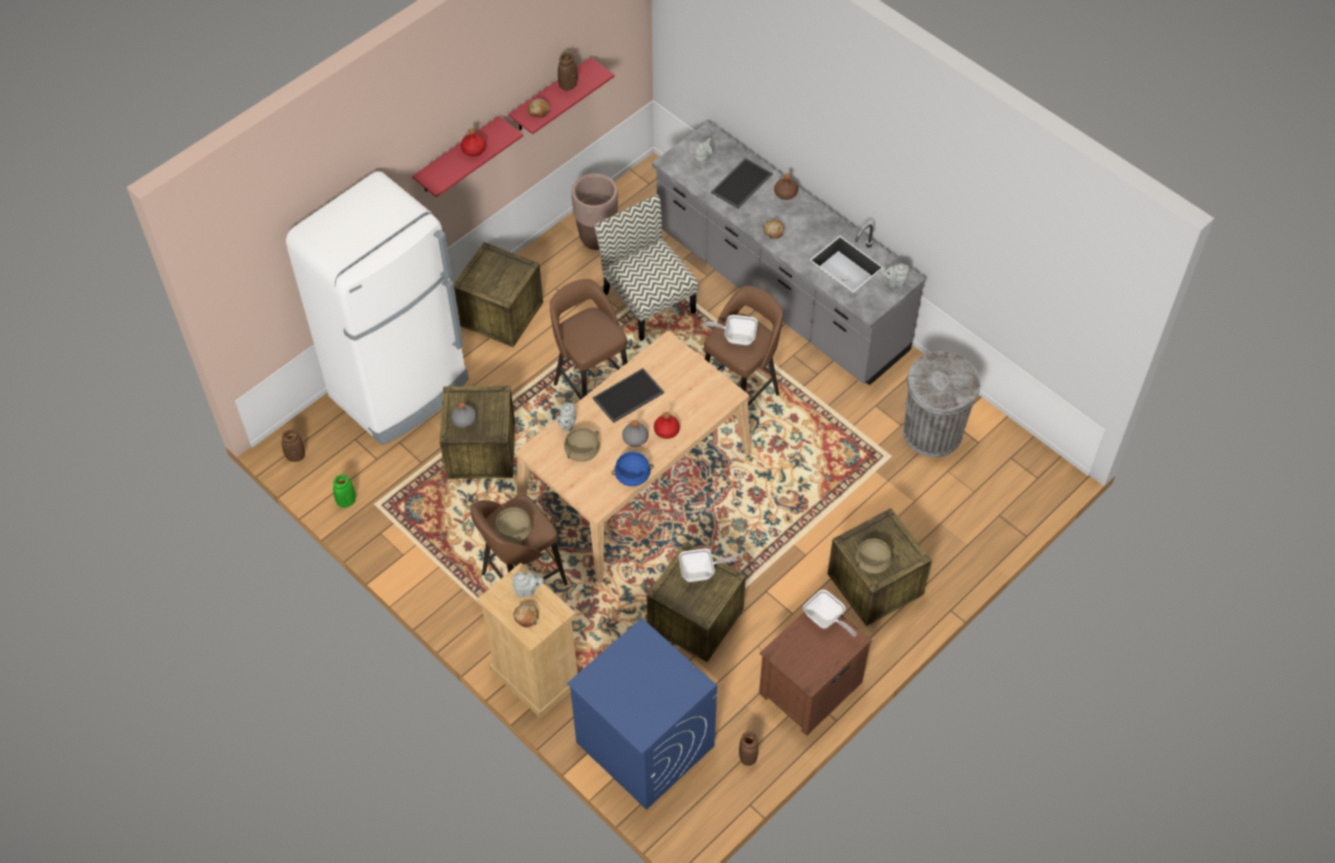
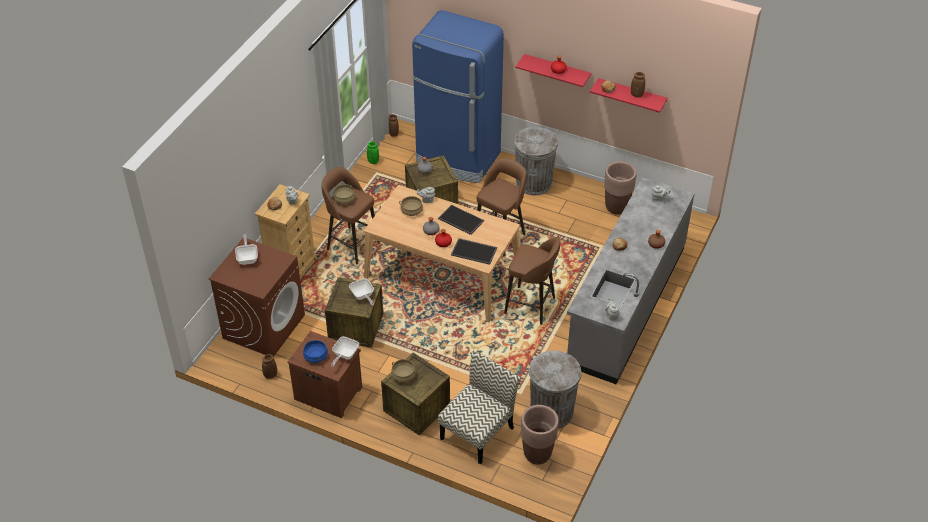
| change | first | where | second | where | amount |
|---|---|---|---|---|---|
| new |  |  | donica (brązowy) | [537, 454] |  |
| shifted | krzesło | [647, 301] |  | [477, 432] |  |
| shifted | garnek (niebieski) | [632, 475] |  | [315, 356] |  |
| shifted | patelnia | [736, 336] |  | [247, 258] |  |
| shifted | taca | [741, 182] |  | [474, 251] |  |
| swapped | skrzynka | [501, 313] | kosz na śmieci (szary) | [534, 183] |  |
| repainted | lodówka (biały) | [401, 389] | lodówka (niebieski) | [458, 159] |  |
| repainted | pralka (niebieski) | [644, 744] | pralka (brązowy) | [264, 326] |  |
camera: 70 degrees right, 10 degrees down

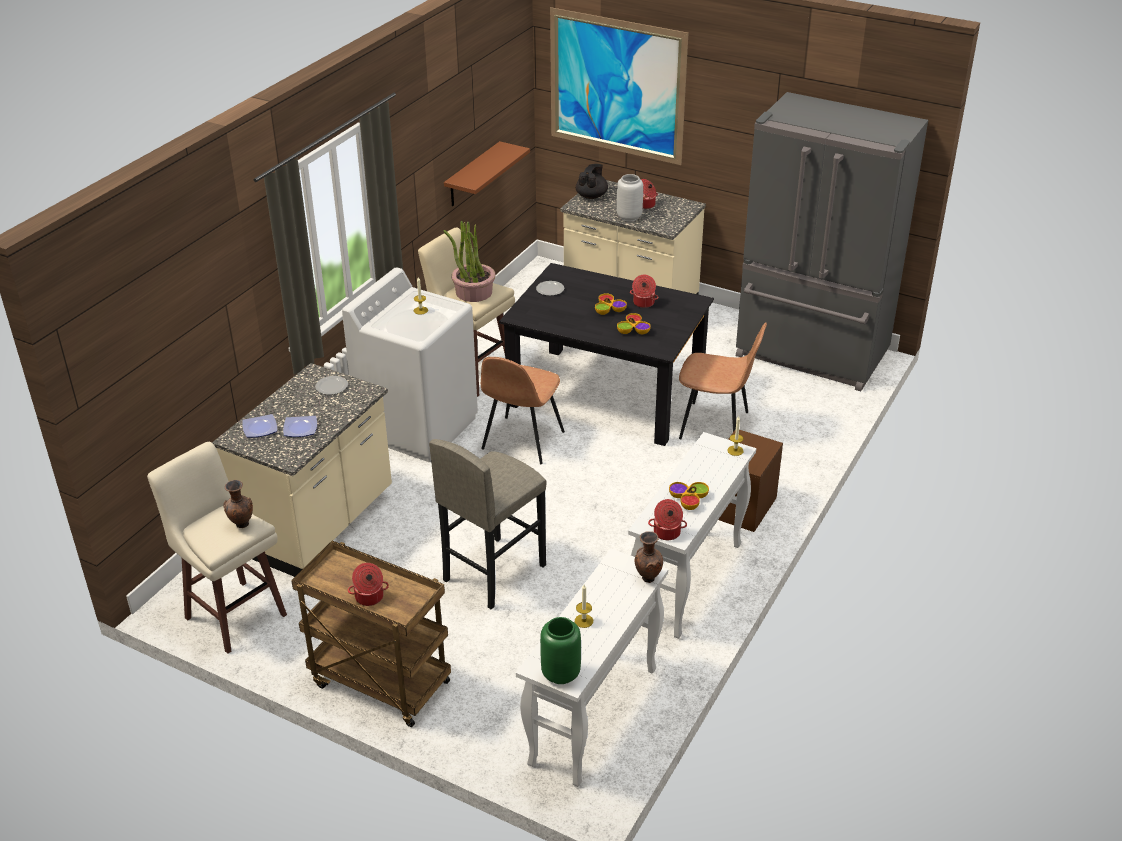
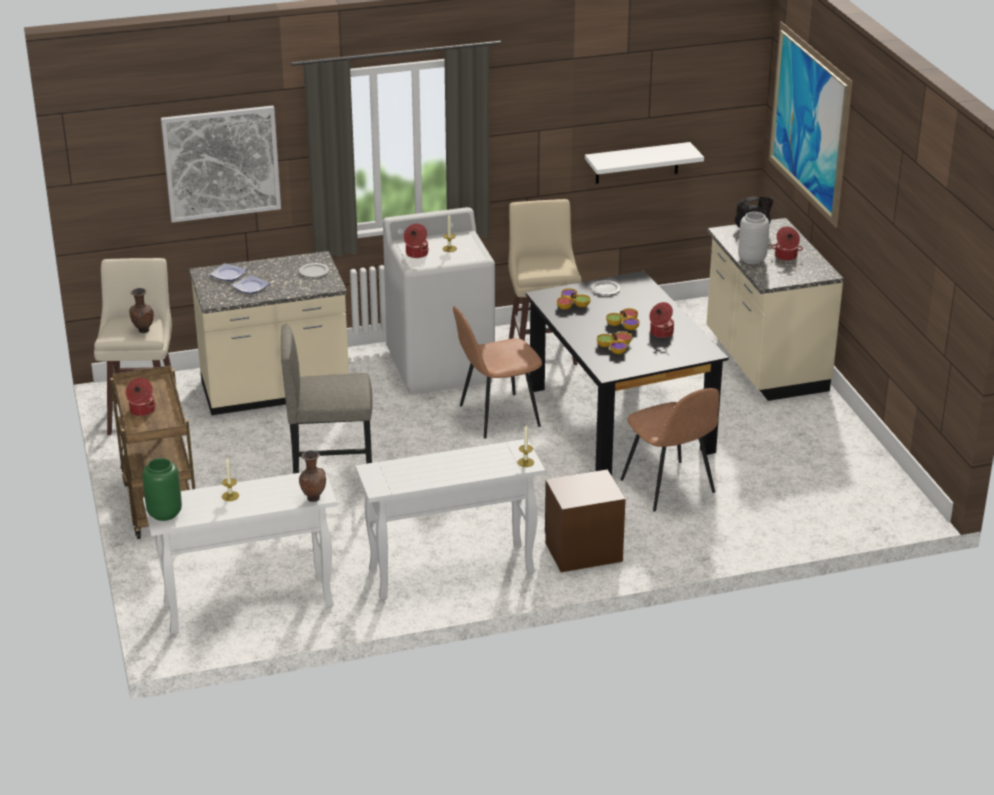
| change | first | where | second | where | amount |
|---|---|---|---|---|---|
| gone | roślina doniczkowa | [473, 292] |  |  |  |
| gone | lodówka (szary) | [811, 355] |  |  |  |
| new |  |  | obraz | [221, 163] |  |
| shifted | garnek | [667, 533] |  | [416, 254] |  |
| shifted | miska | [688, 499] |  | [571, 304] |  |
| repainted | półka (brązowy) | [473, 175] | półka (biały) | [637, 163] |  |
camera: 45 degrees right, 5 degrees down

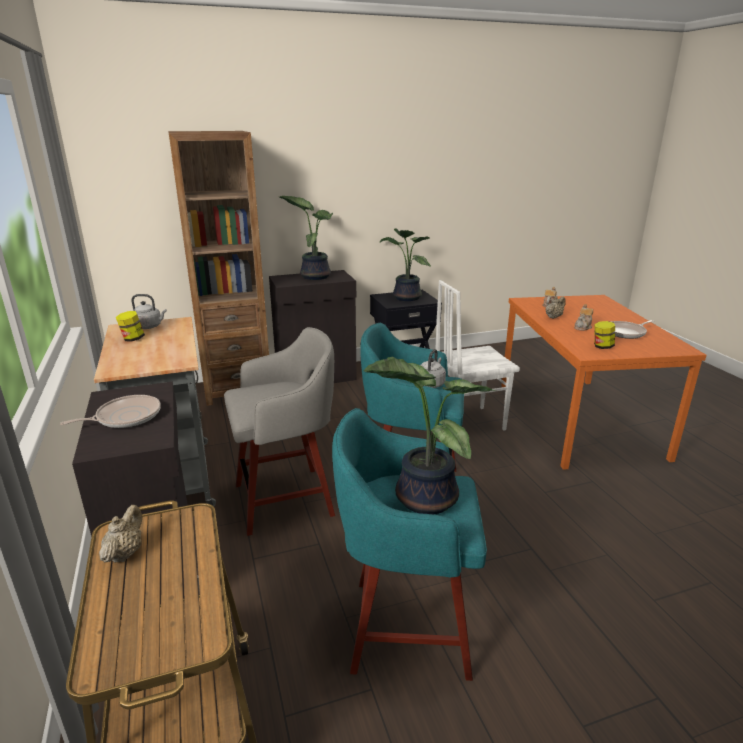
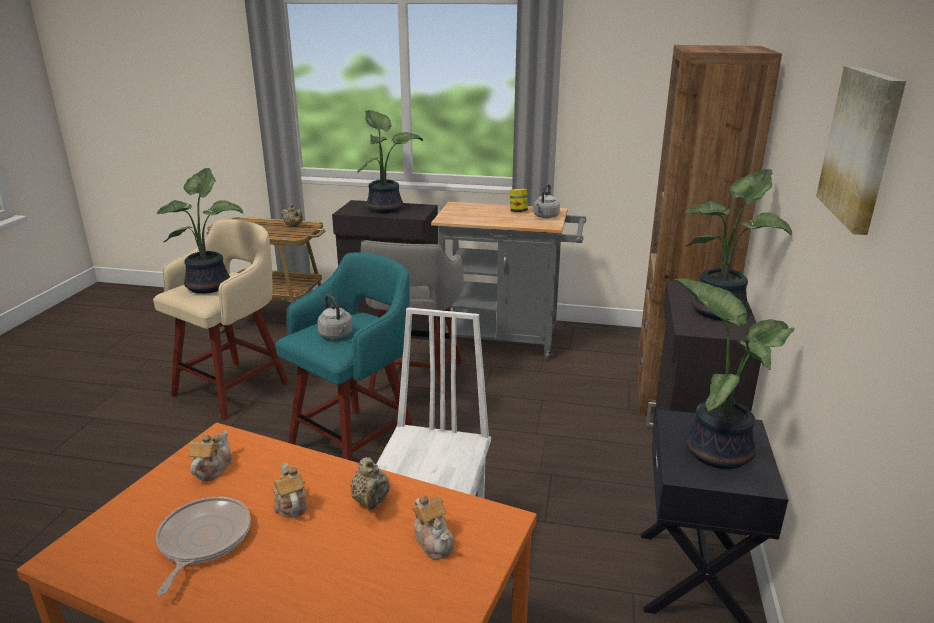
| change | first | where | second | where | amount |
|---|---|---|---|---|---|
| new |  |  | obraz | [862, 146] |  |
| swapped | patelnia | [125, 417] | roślina doniczkowa | [386, 208] |  |
| swapped | słoik | [602, 346] | imbryk | [212, 468] |  |
| repainted | stołek (turkusowy) | [405, 626] | stołek (beżowy) | [234, 388] |  |
camera: 120 degrees right, 0 degrees up

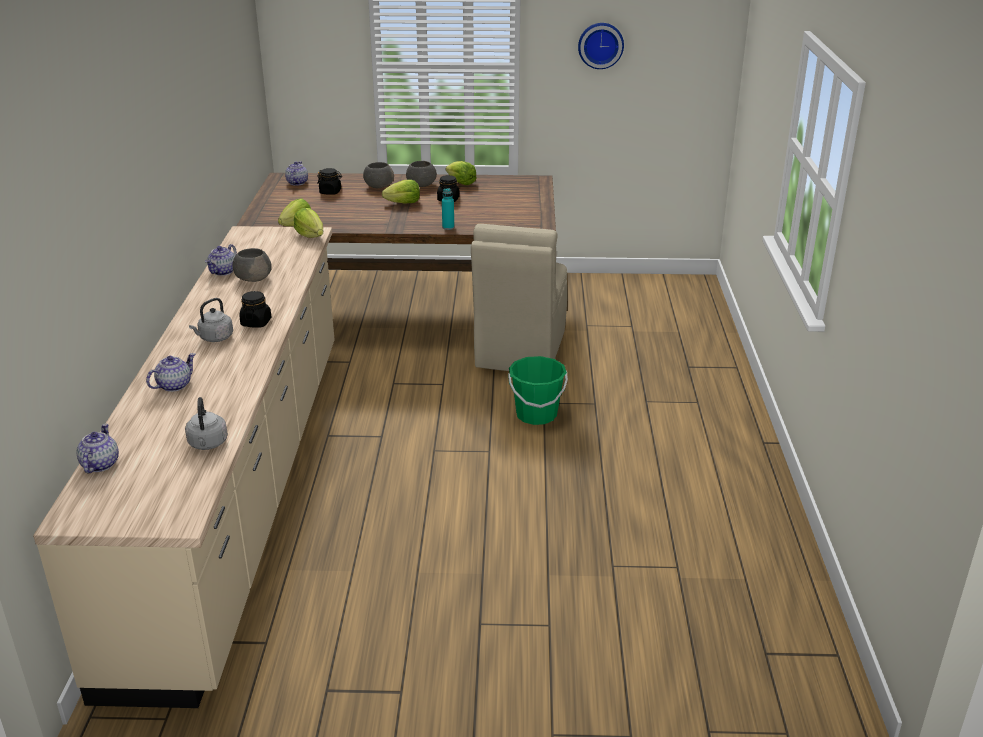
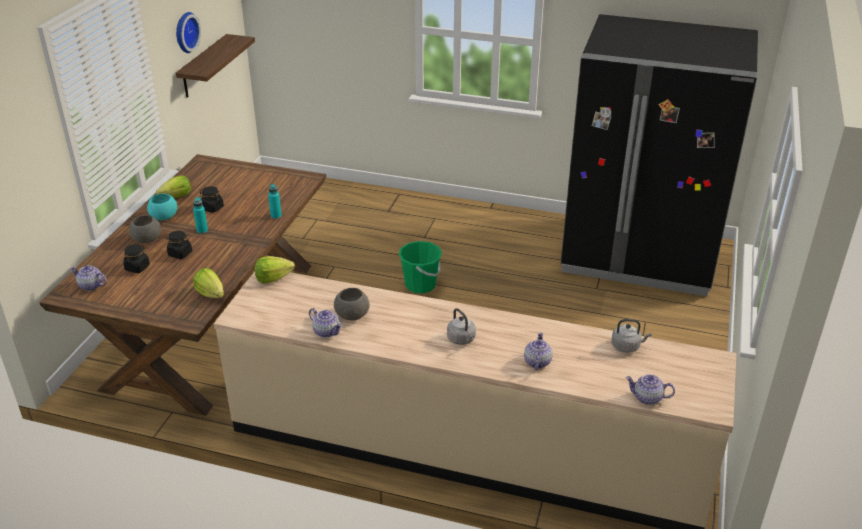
| change | first | where | second | where | amount |
|---|---|---|---|---|---|
| gone | krzesło (beżowy) | [519, 350] |  |  |  |
| new |  |  | półka | [204, 66] |  |
| new |  |  | lodówka (czarny) | [639, 257] |  |
| shifted | słoik (czarny) | [256, 322] |  | [180, 254] |  |
| swapped | sałata | [403, 203] | butelka (turkusowy) | [202, 231] |  |
| repainted | miska (szary) | [421, 185] | miska (turkusowy) | [163, 217] |  |
| rotated | imbryk | [174, 385] |  | [537, 362] | 45 degrees clockwise |
camera: 75 degrees left, 5 degrees up

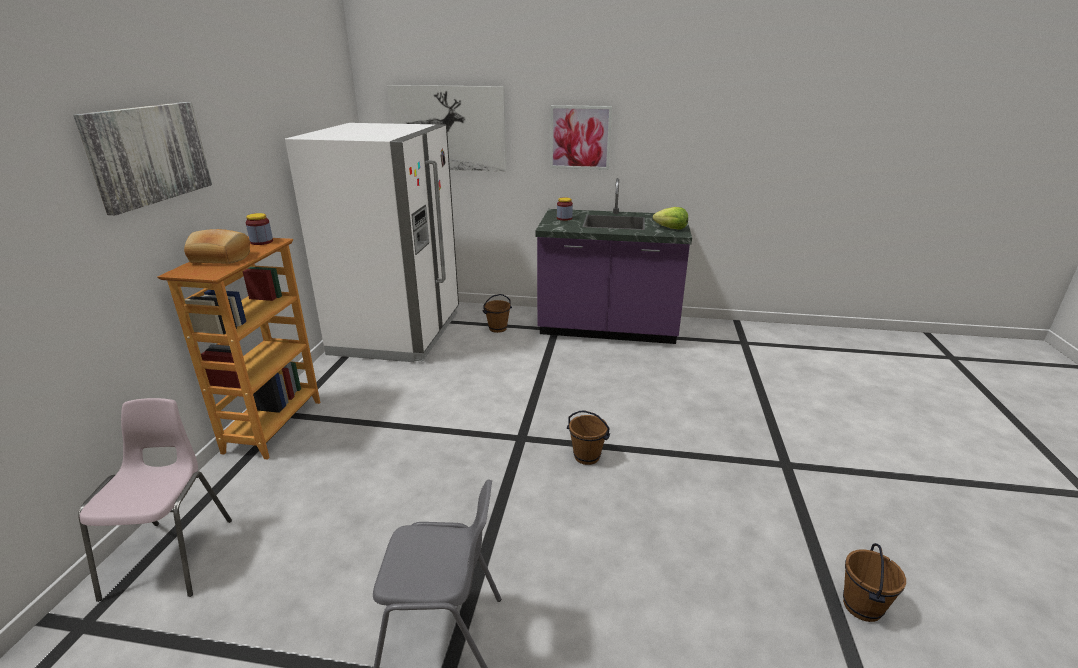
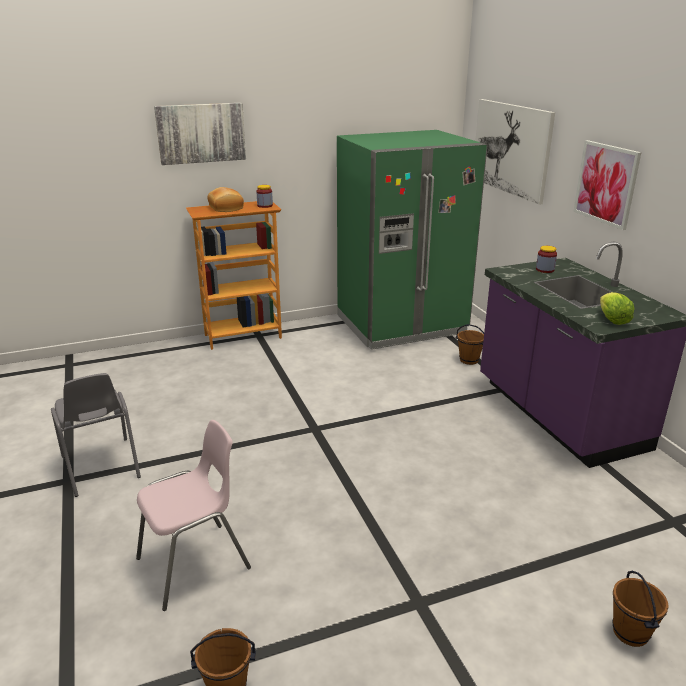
| change | first | where | second | where | amount |
|---|---|---|---|---|---|
| shifted | krzesło (różowy) | [173, 556] |  | [195, 564] |  |
| shifted | wiadro (brązowy) | [587, 456] |  | [631, 633] |  |
| repainted | lodówka (biały) | [397, 333] | lodówka (zielony) | [401, 325] |  |
camera: 60 degrees right, 0 degrees up

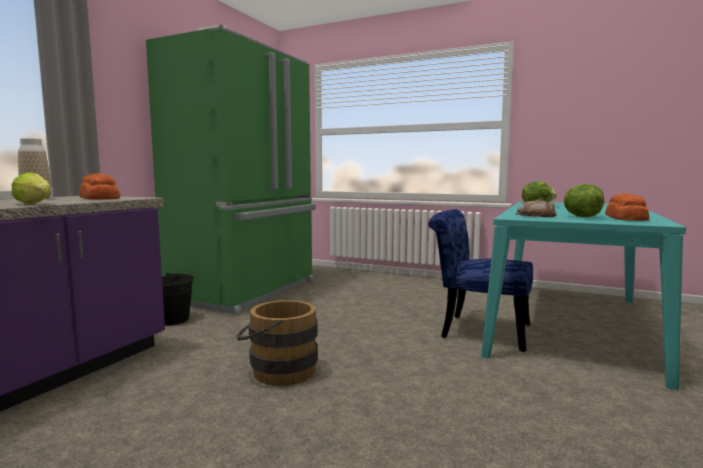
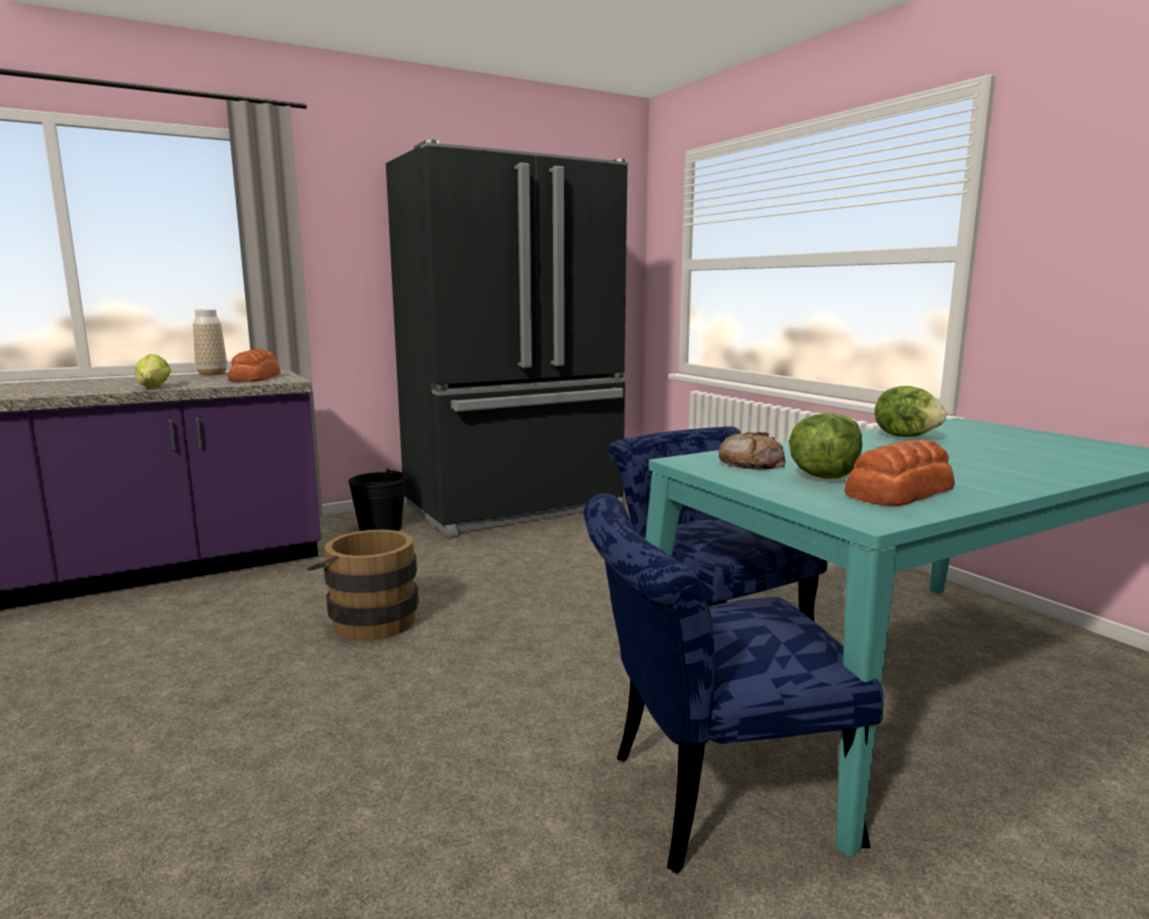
| change | first | where | second | where | amount |
|---|---|---|---|---|---|
| new |  |  | krzesło (niebieski) | [707, 797] |  |
| repainted | lodówka (zielony) | [247, 291] | lodówka (czarny) | [516, 507] |  |
camera: 35 degrees right, 5 degrees up

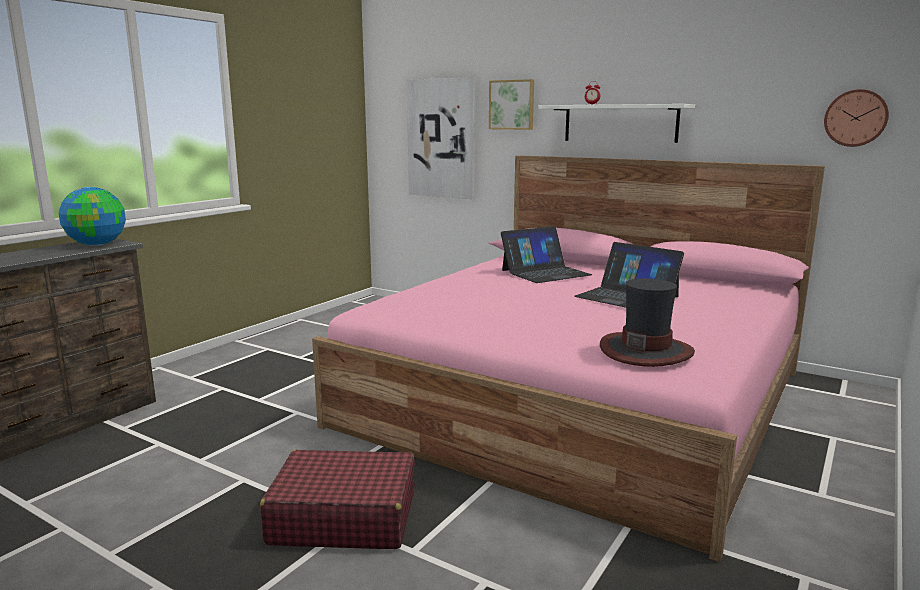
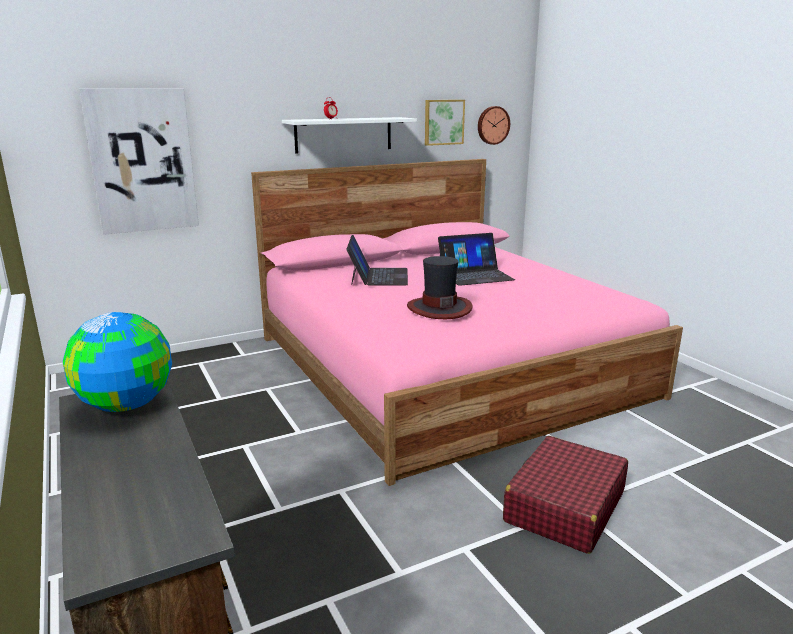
| change | first | where | second | where | amount |
|---|---|---|---|---|---|
| shifted | obraz | [512, 105] |  | [443, 122] |  |
| shifted | kapelusz | [646, 351] |  | [439, 308] |  |
camera: 60 degrees left, 5 degrees up

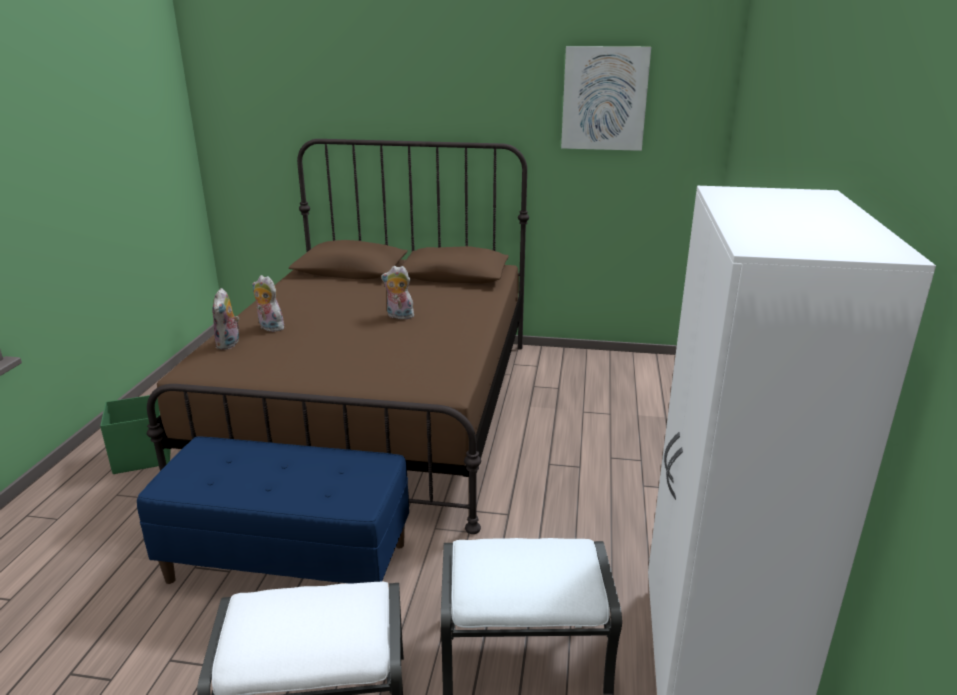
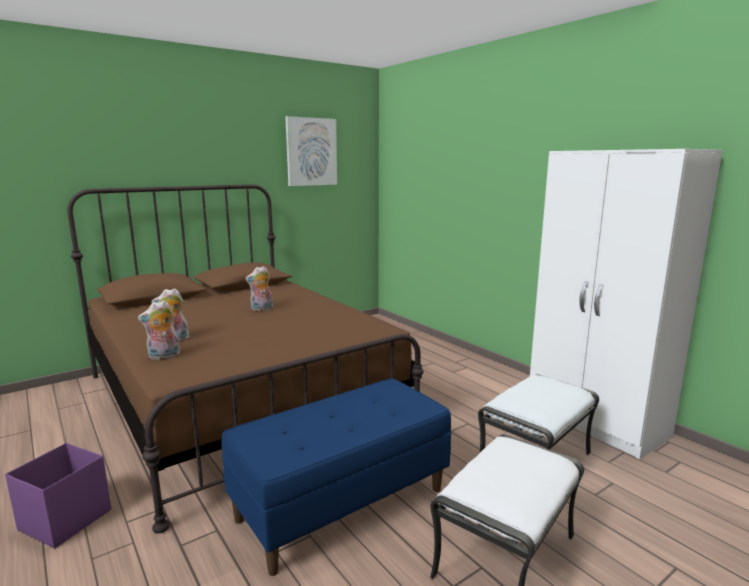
| change | first | where | second | where | amount |
|---|---|---|---|---|---|
| repainted | pojemnik do przechowywania (zielony) | [142, 456] | pojemnik do przechowywania (fioletowy) | [64, 520] |  |
| rotated | pluszak | [229, 344] |  | [163, 356] | 105 degrees clockwise |
camera: 45 degrees left, 10 degrees down

